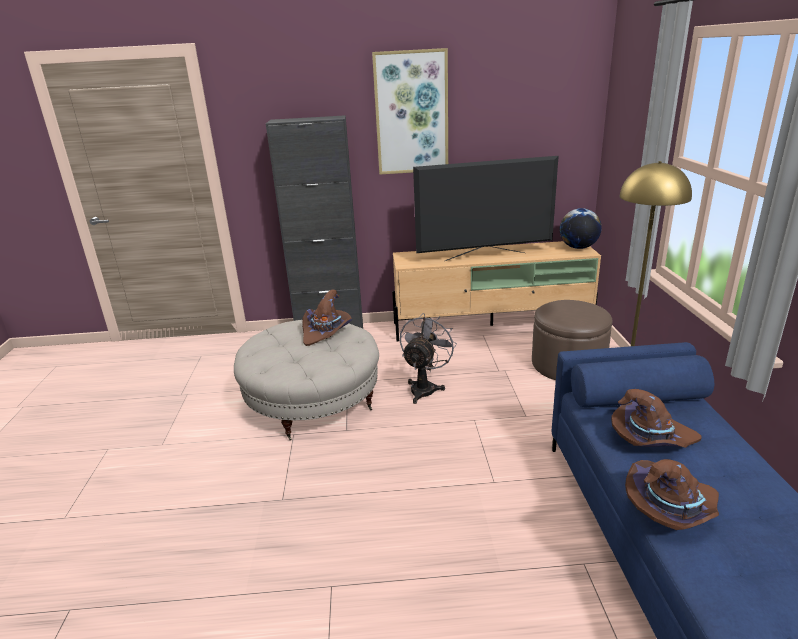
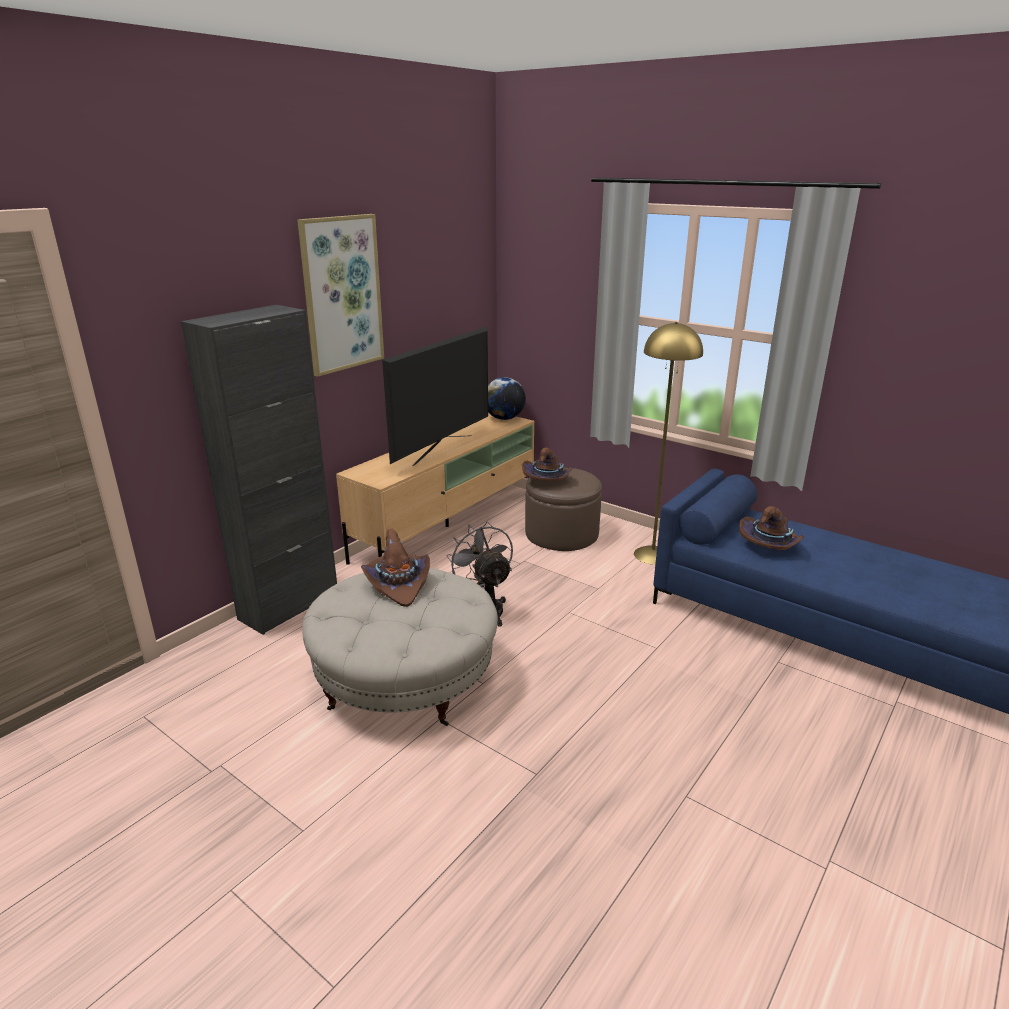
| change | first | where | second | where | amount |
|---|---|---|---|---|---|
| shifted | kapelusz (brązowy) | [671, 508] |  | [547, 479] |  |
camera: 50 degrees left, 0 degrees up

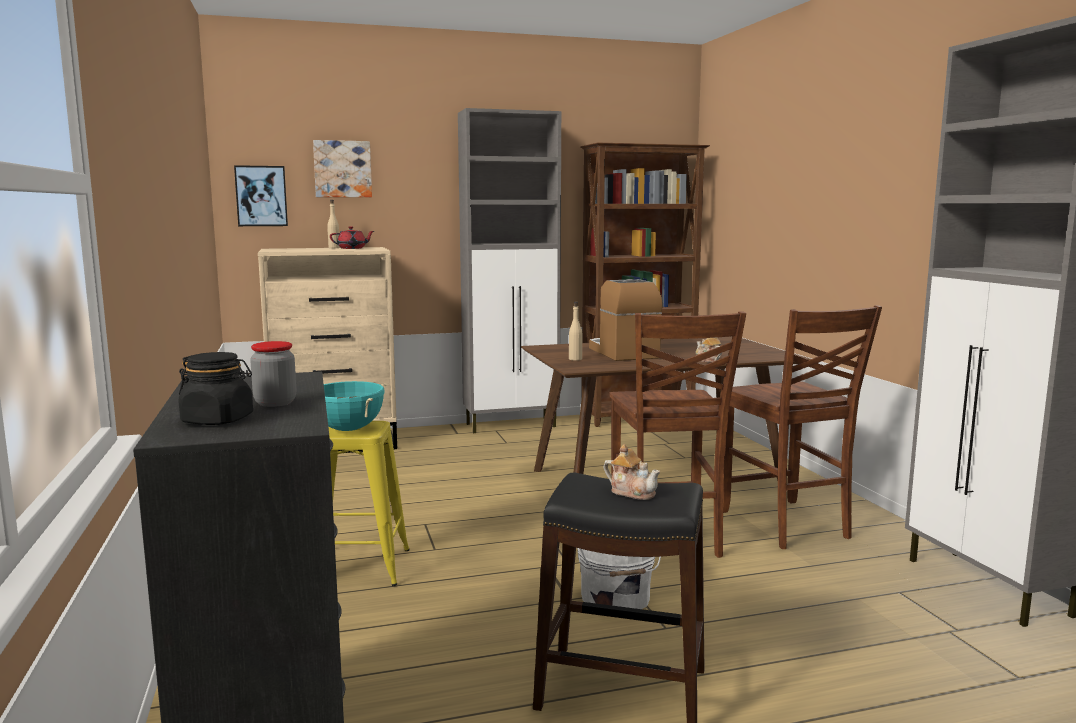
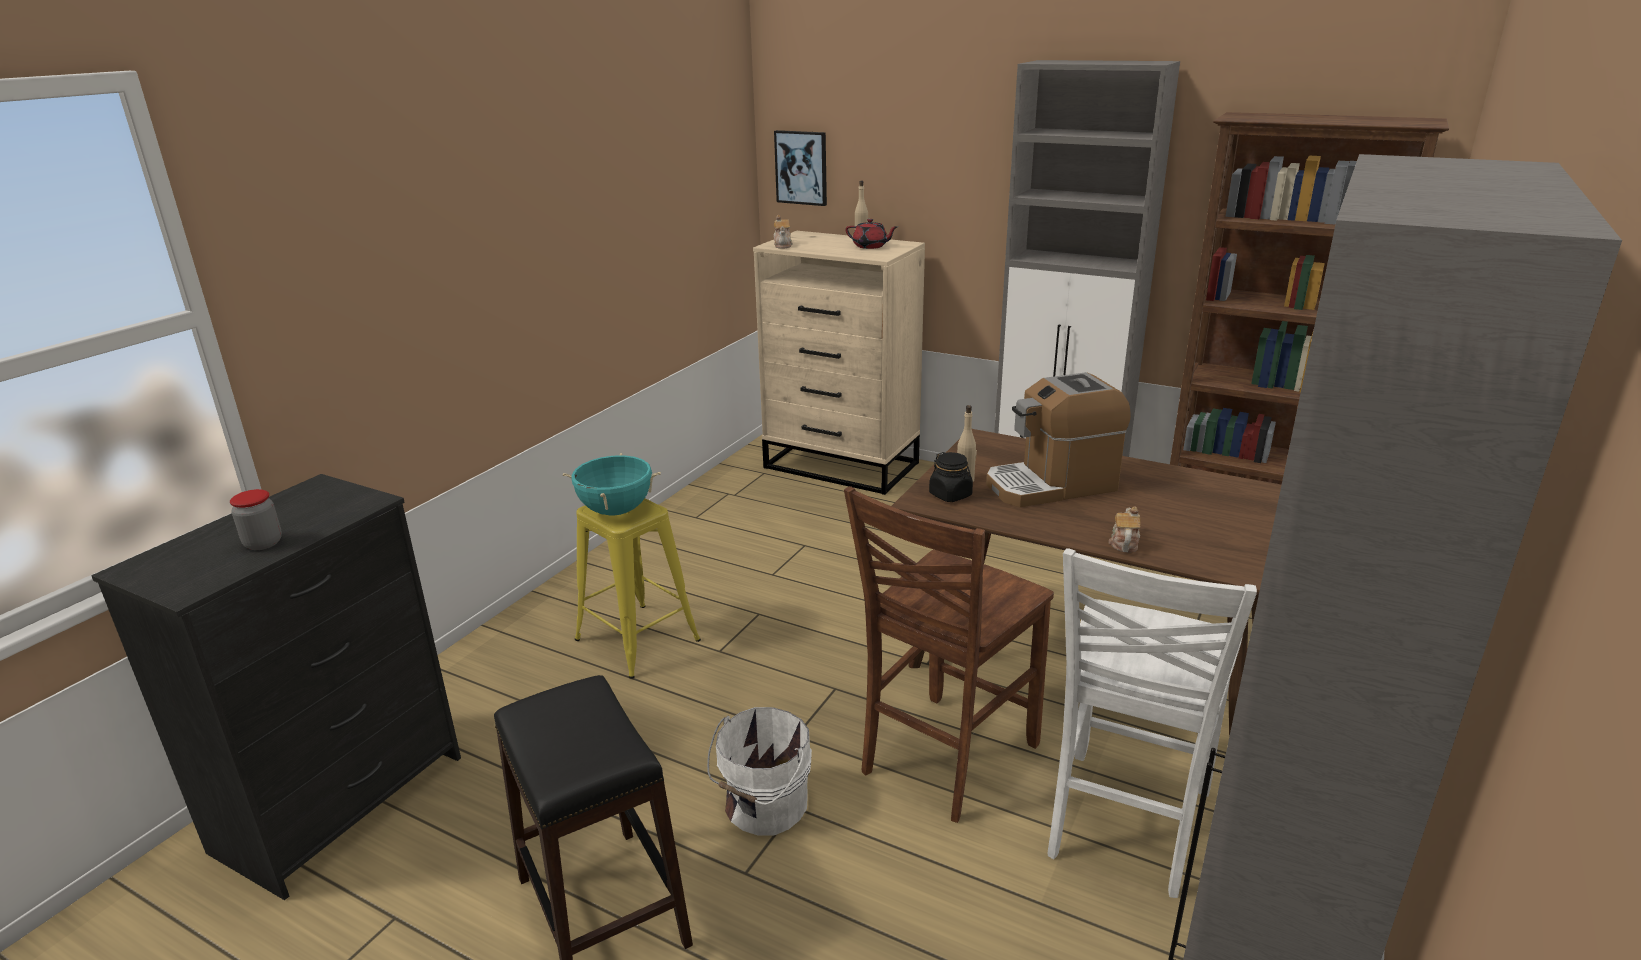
| change | first | where | second | where | amount |
|---|---|---|---|---|---|
| gone | obraz | [342, 169] |  |  |  |
| shifted | słoik (czarny) | [218, 420] |  | [950, 495] |  |
| shifted | imbryk | [632, 492] |  | [783, 245] |  |
| repainted | krzesło (brązowy) | [785, 525] | krzesło (biały) | [1124, 824] |  |
| rotated | ekspres do kawy | [622, 353] |  | [1051, 485] | 135 degrees counterclockwise |
camera: 45 degrees right, 15 degrees up

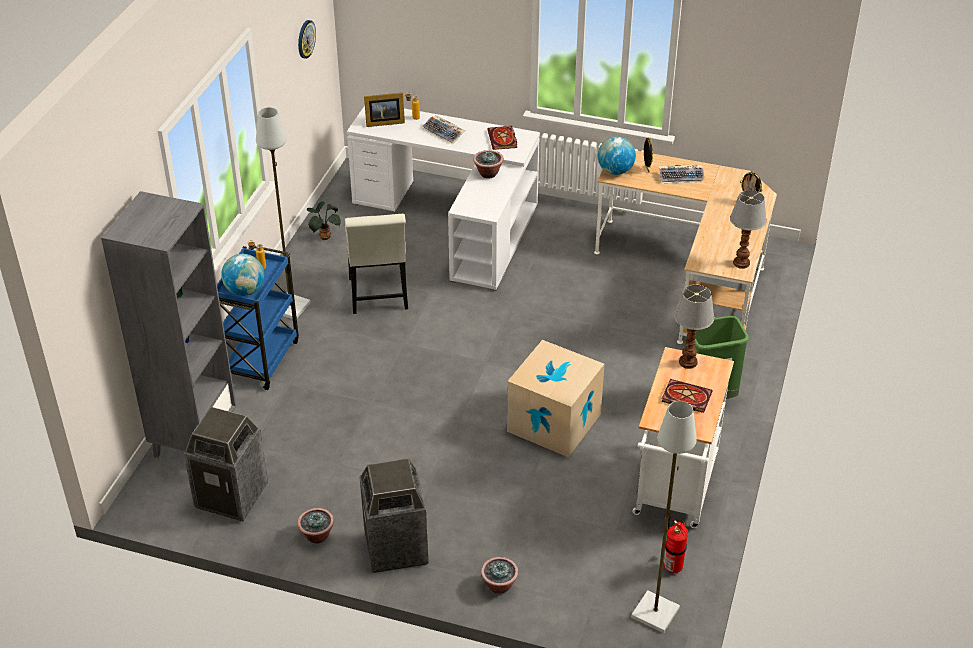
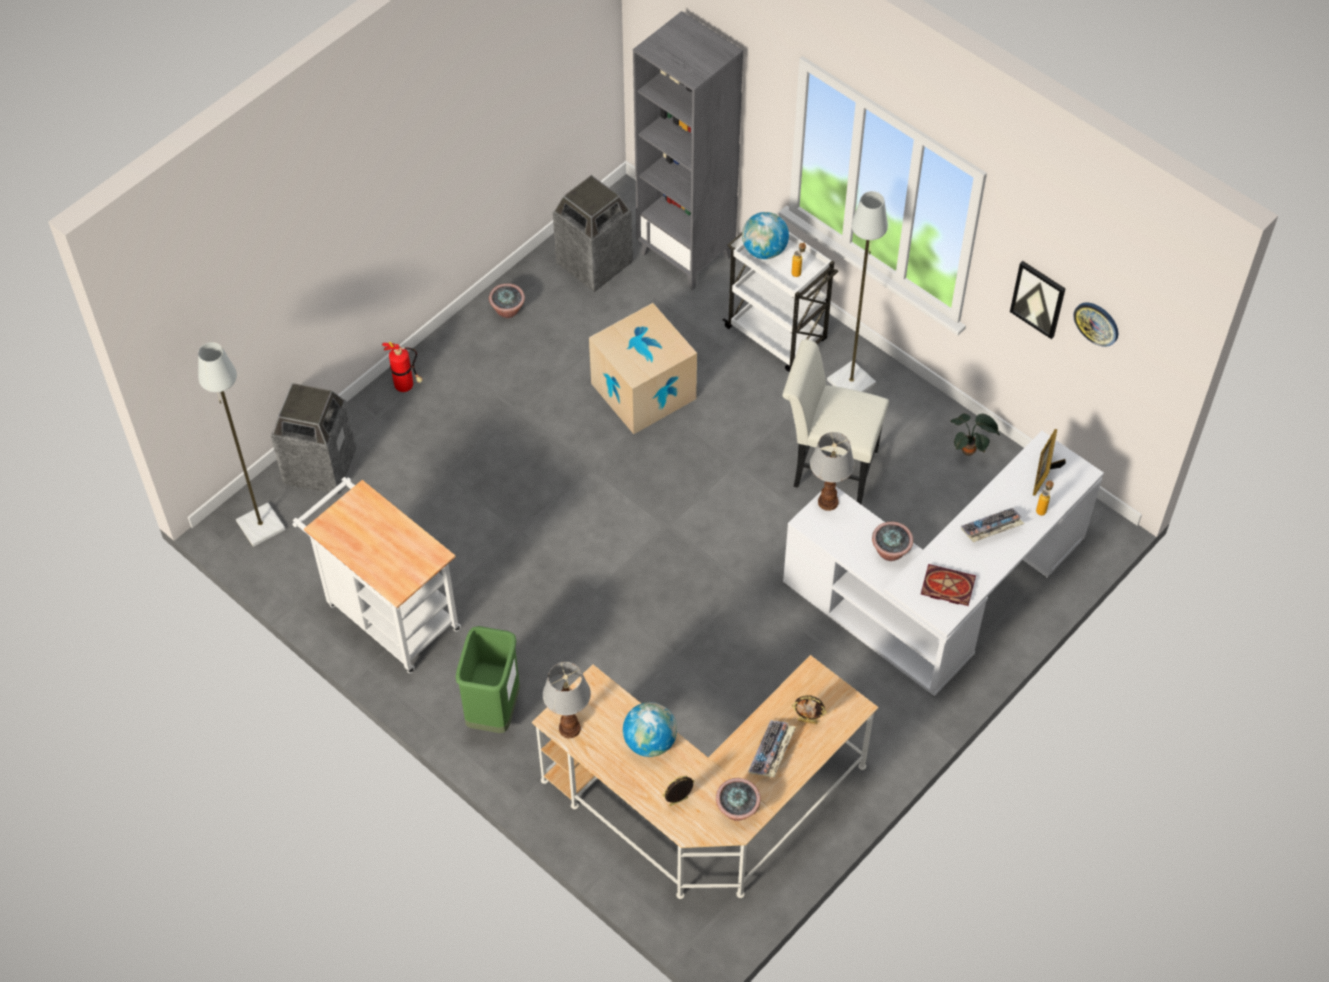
| change | first | where | second | where | amount |
|---|---|---|---|---|---|
| gone | książka | [685, 397] |  |  |  |
| new |  |  | obraz | [1038, 298] |  |
| shifted | kosz na śmieci | [396, 548] |  | [319, 467] |  |
| shifted | roślina doniczkowa | [499, 585] |  | [737, 809] |  |
| shifted | karton | [554, 422] |  | [643, 391] |  |
| shifted | globus | [615, 171] |  | [650, 741] |  |
| shifted | gaśnica | [671, 566] |  | [406, 386] |  |
| shifted | lampa stołowa | [688, 362] |  | [827, 502] |  |
| repainted | wózek (niebieski) | [262, 358] | wózek (biały) | [777, 335] |  |
camera: 115 degrees right, 15 degrees up

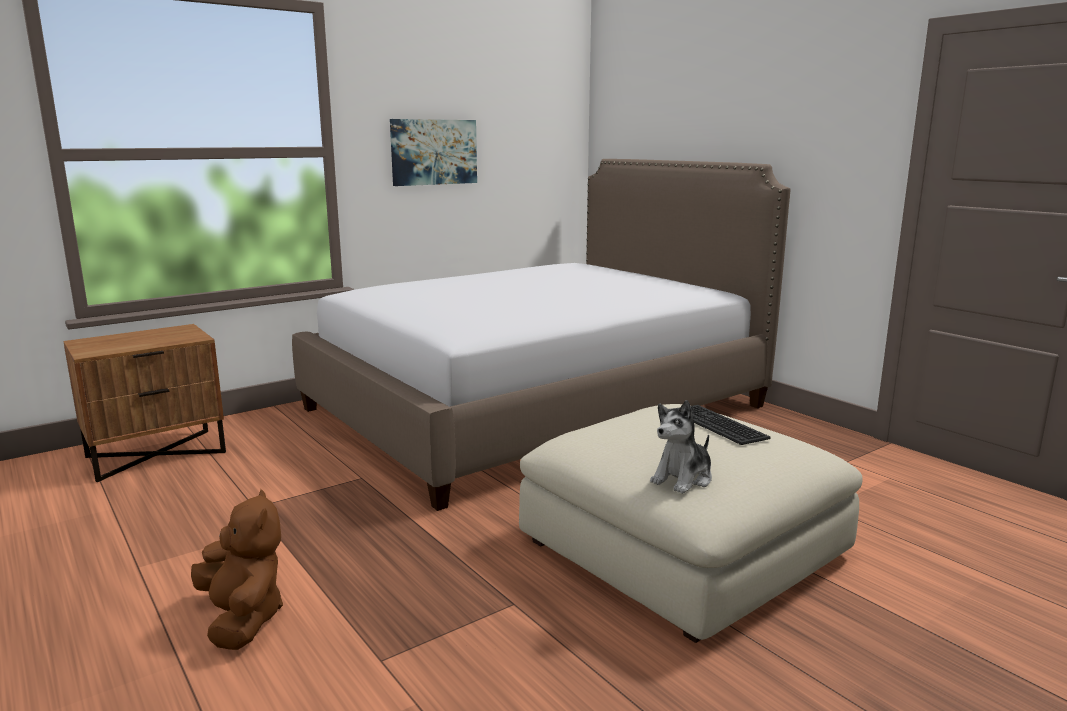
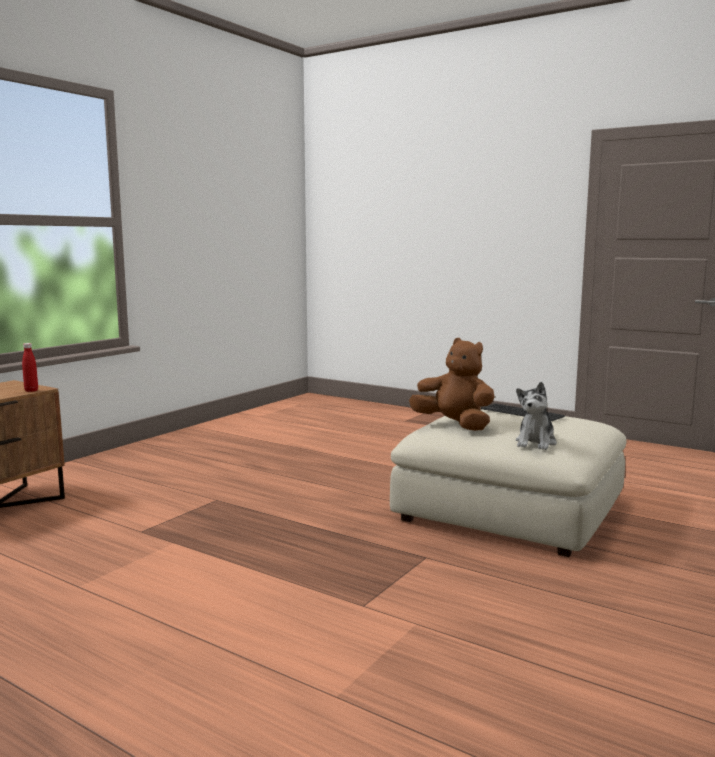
| change | first | where | second | where | amount |
|---|---|---|---|---|---|
| gone | łóżko | [537, 407] |  |  |  |
| gone | obraz | [434, 152] |  |  |  |
| new |  |  | butelka (czerwony) | [31, 390] |  |
| shifted | pluszak (brązowy) | [242, 619] |  | [454, 425] |  |
camera: 20 degrees left, 5 degrees down

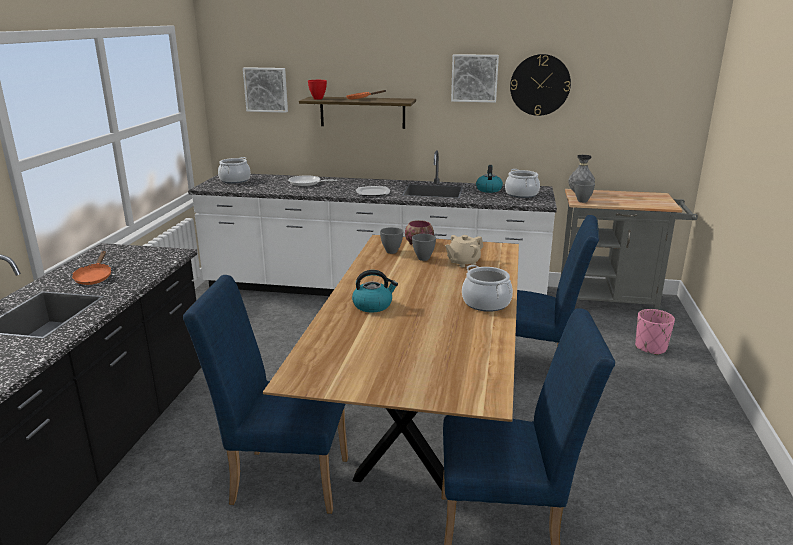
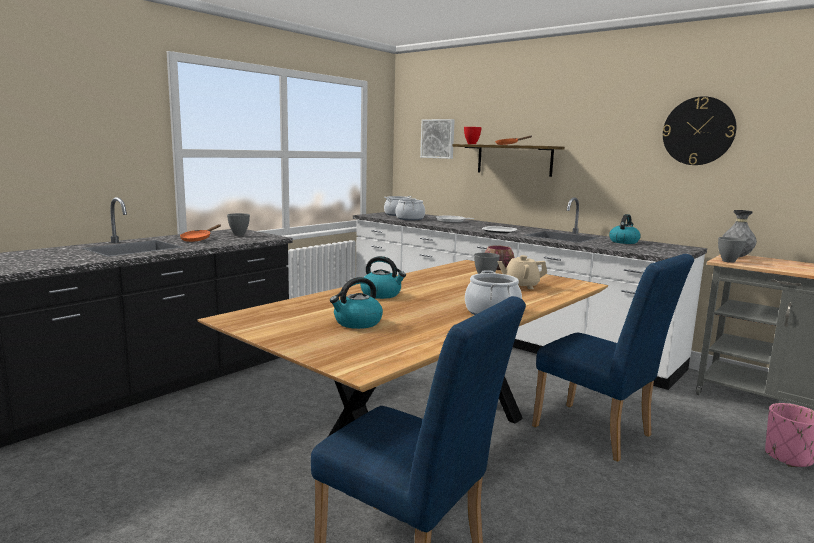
| change | first | where | second | where | amount |
|---|---|---|---|---|---|
| gone | krzesło (niebieski) | [281, 478] |  |  |  |
| gone | obraz | [474, 78] |  |  |  |
| new |  |  | czajnik | [357, 323] |  |
| shifted | miska (szary) | [392, 252] |  | [239, 235] |  |
| shifted | garnek | [521, 194] |  | [410, 219] |  |
camera: 30 degrees right, 10 degrees down

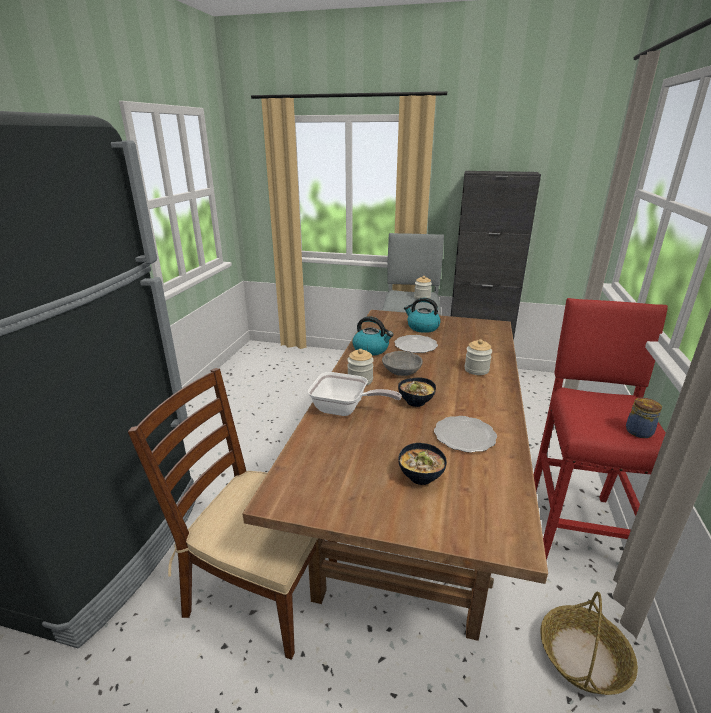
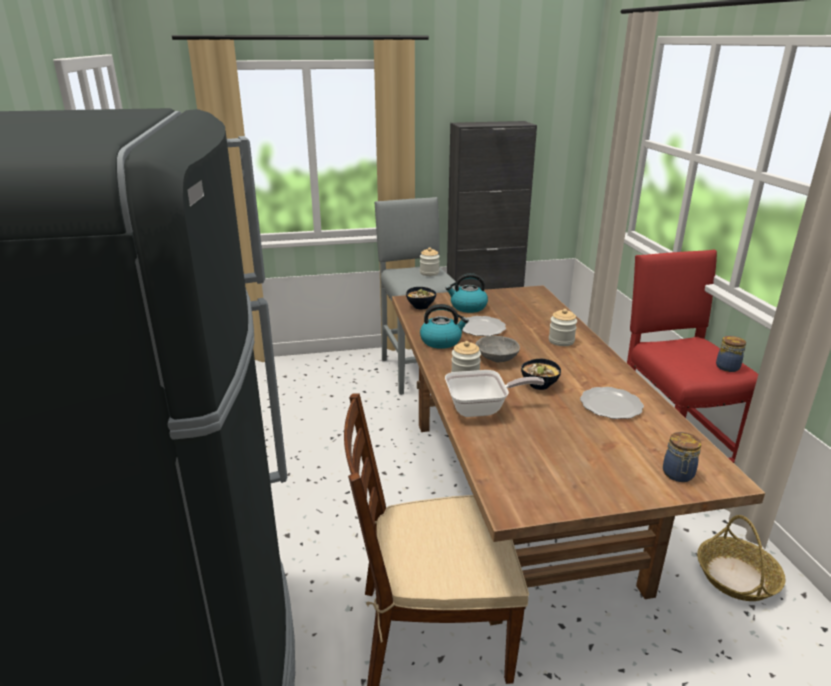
| change | first | where | second | where | amount |
|---|---|---|---|---|---|
| new |  |  | słoik | [678, 475] |  |
| shifted | miska | [421, 476] |  | [421, 306] |  |
camera: 25 degrees left, 0 degrees up

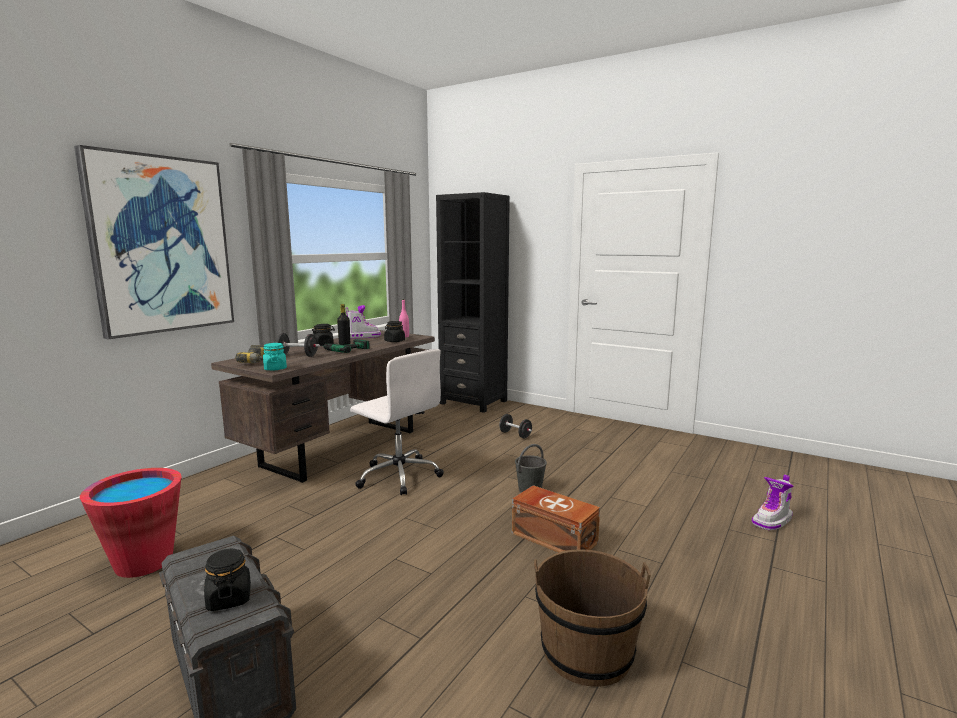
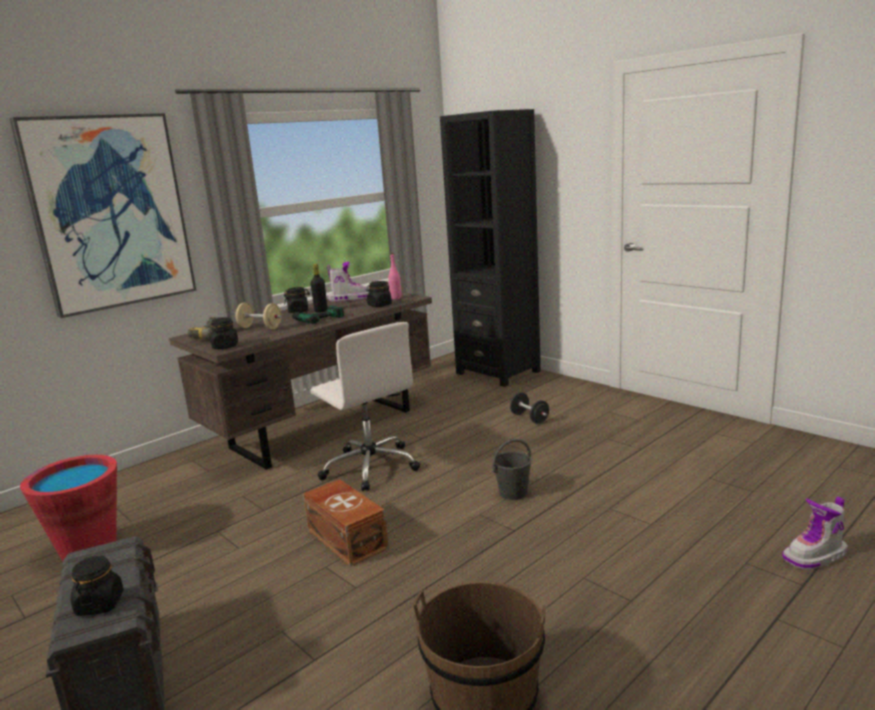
| change | first | where | second | where | amount |
|---|---|---|---|---|---|
| shifted | pojemnik do przechowywania (brązowy) | [553, 537] |  | [347, 538] |  |
| repainted | słoik (turkusowy) | [275, 368] | słoik (czarny) | [225, 346] |  |
| repainted | hantel (czarny) | [297, 356] | hantel (beżowy) | [260, 328] |  |
camera: 15 degrees right, 5 degrees up

